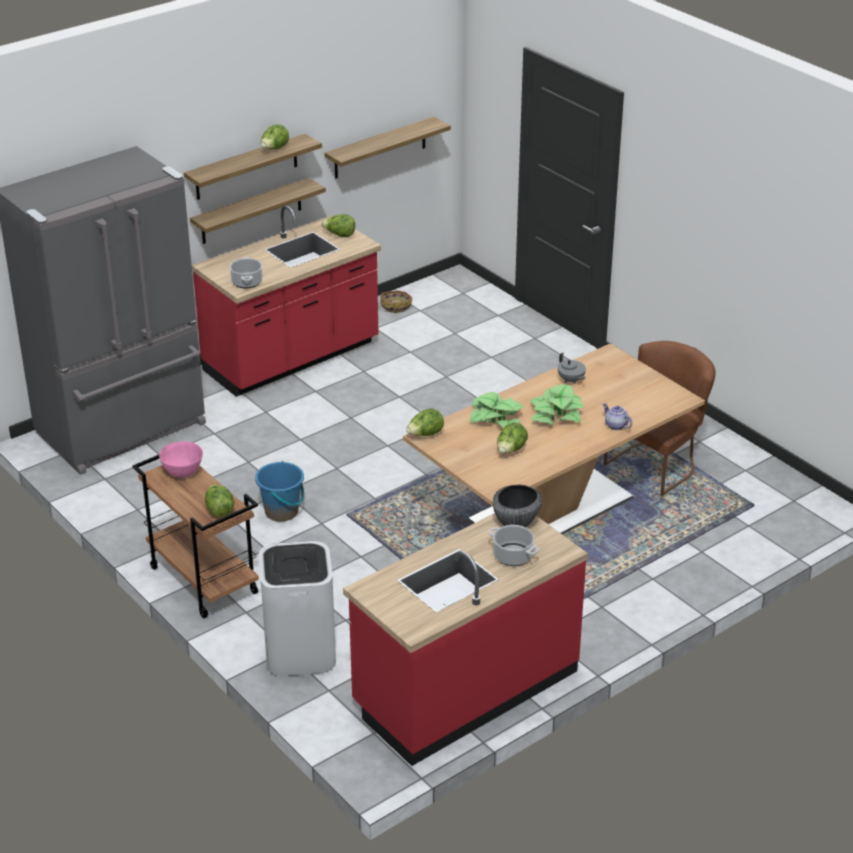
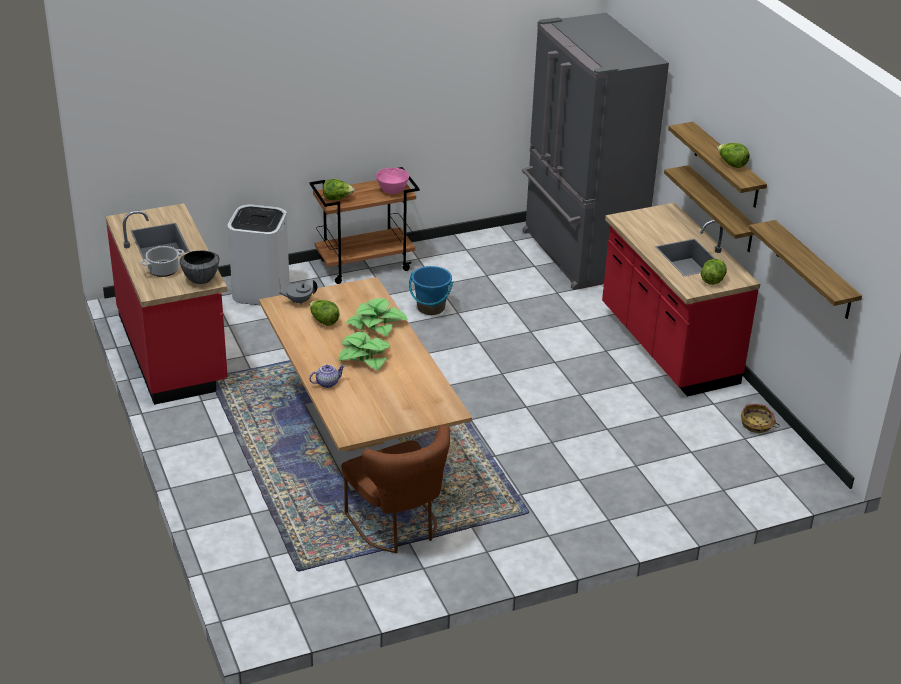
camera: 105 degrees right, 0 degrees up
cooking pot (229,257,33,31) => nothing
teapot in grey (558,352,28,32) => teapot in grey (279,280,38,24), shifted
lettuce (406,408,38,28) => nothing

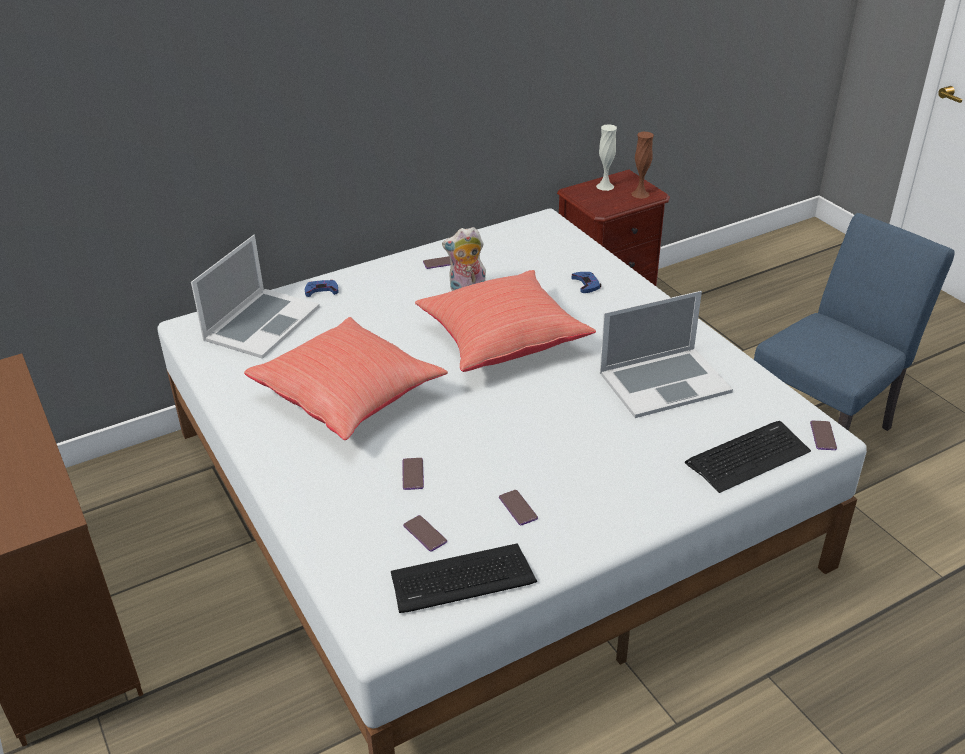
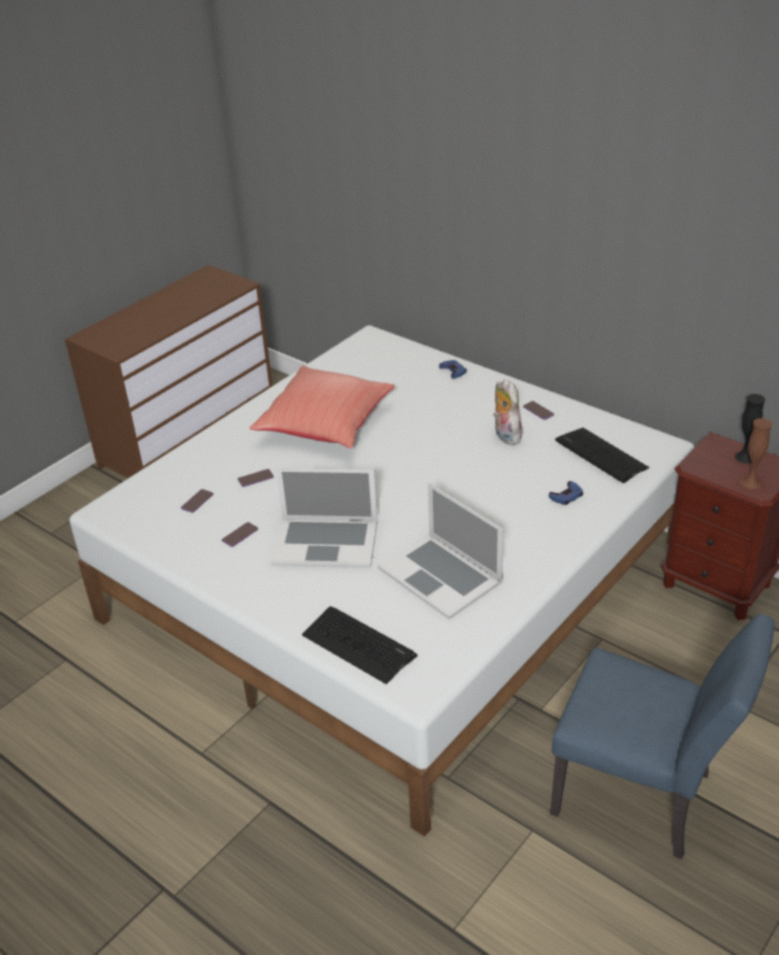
camera: 70 degrees right, 0 degrees up
vase in white (596,124,21,67) => vase in black (735,394,30,69)
laptop (191,235,129,124) => laptop (271,468,106,100), shifted
pillow in red (415,270,181,102) => nothing
phone (810,421,27,29) => nothing
keyboard (391,543,146,70) => keyboard (555,428,94,55), shifted

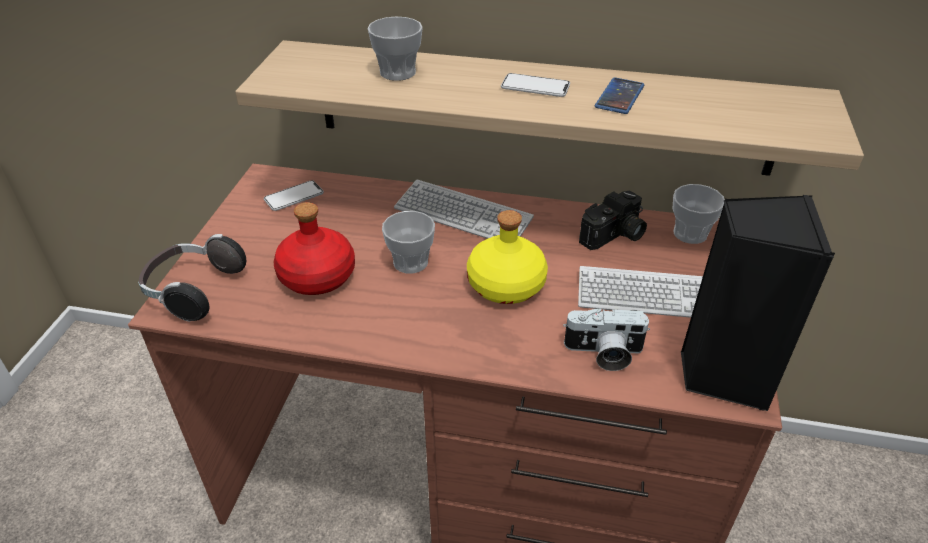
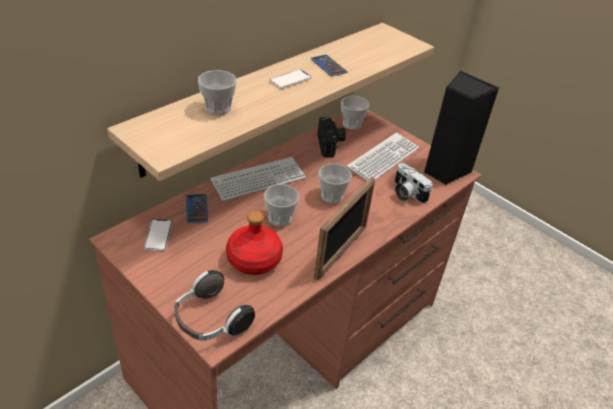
camera: 60 degrees left, 0 degrees up
bottle in yellow (467,210,81,94) => cup (318,164,34,40)
photo camera (563,308,87,63) => photo camera (395,163,38,41), 105 degrees clockwise
nothing => picture frame (314,177,61,103)
nothing => phone (186,194,22,29)

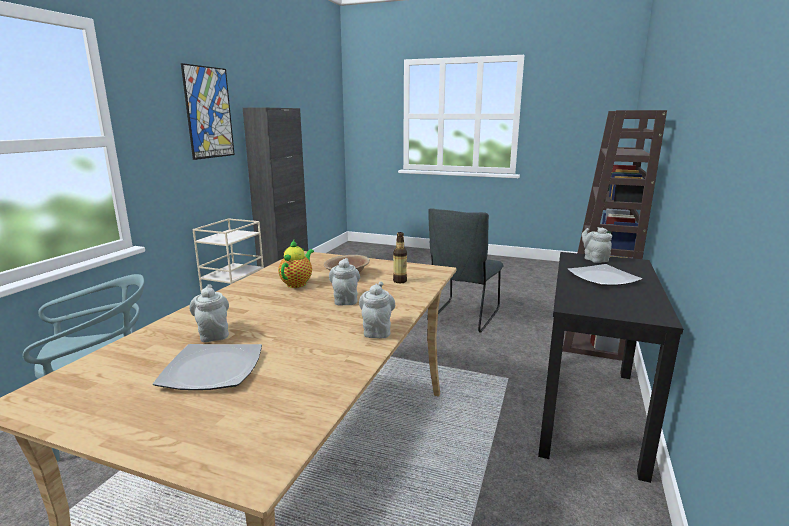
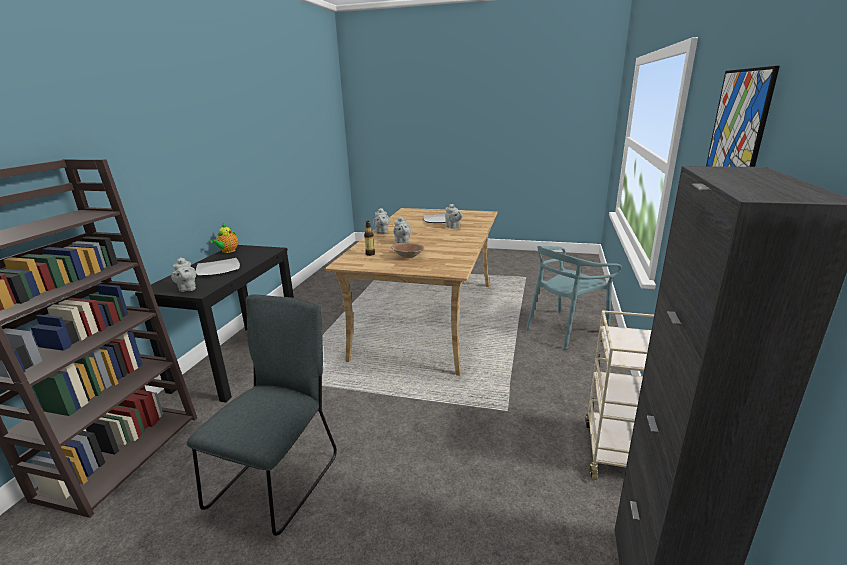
camera: 175 degrees right, 5 degrees up
teapot (278,240,36,48) => teapot (210,223,28,30), shifted

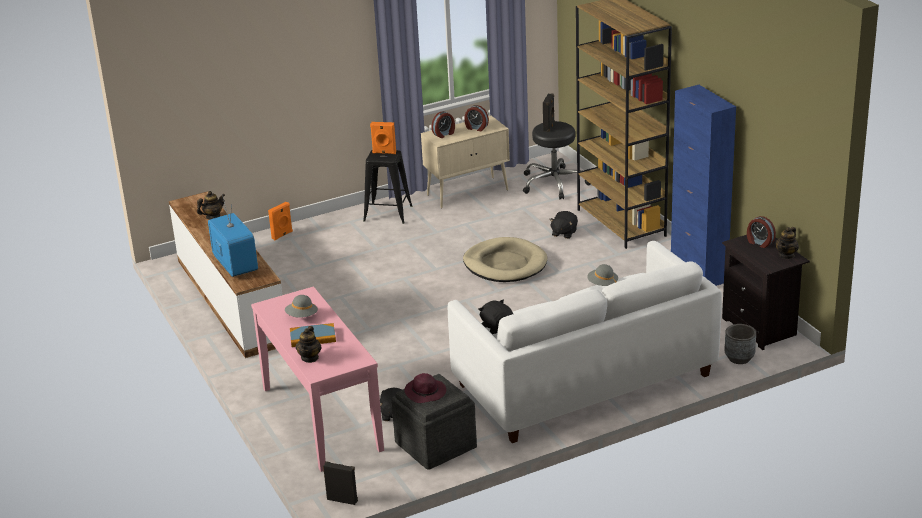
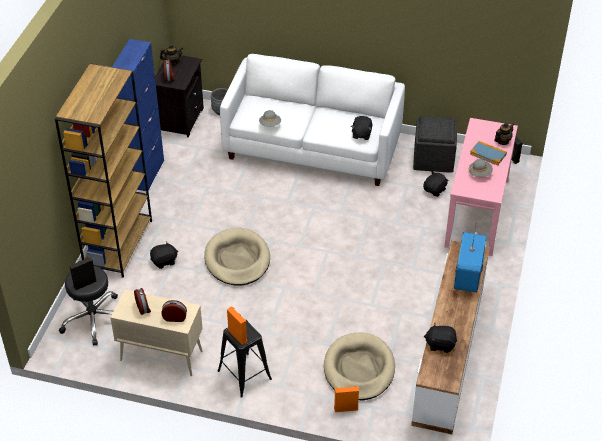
camera: 140 degrees left, 15 degrees up
teapot (197,191,28,29) => plush toy in black (424,322,33,31)
hat in purple (405,373,41,30) => nothing
nothing => dog bed in beige (324,333,71,67)

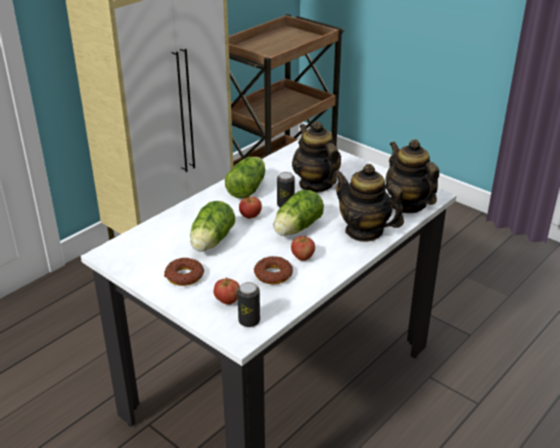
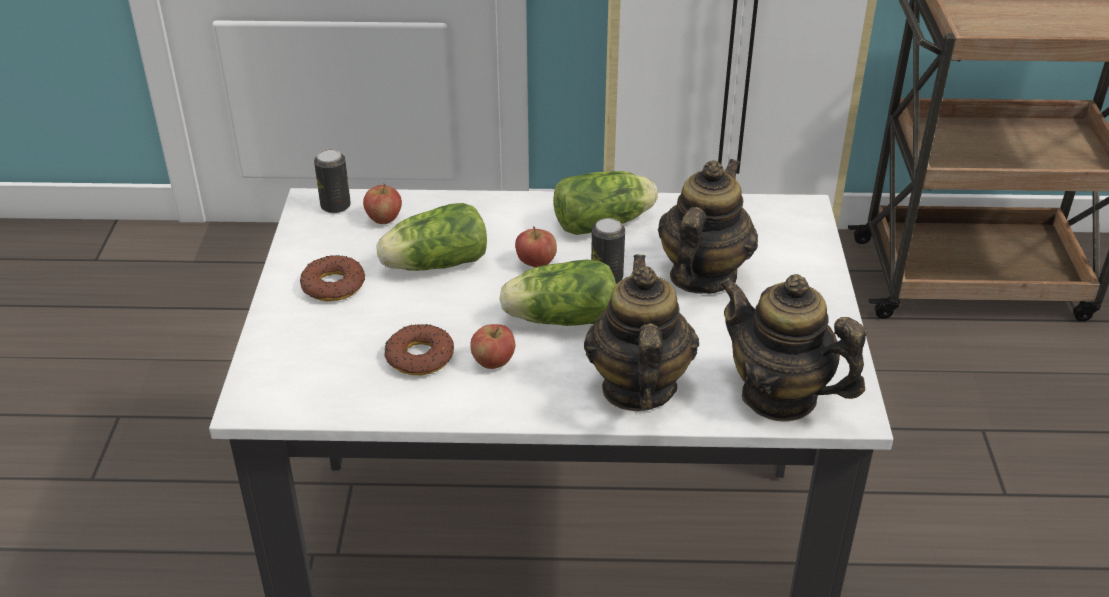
camera: 50 degrees right, 5 degrees up
teapot (385,139,54,74) => teapot (719,274,147,148), 75 degrees counterclockwise
apple (214,277,26,28) => apple (363,184,39,40), shifted
can (237,282,23,45) => can (314,149,37,64), shifted

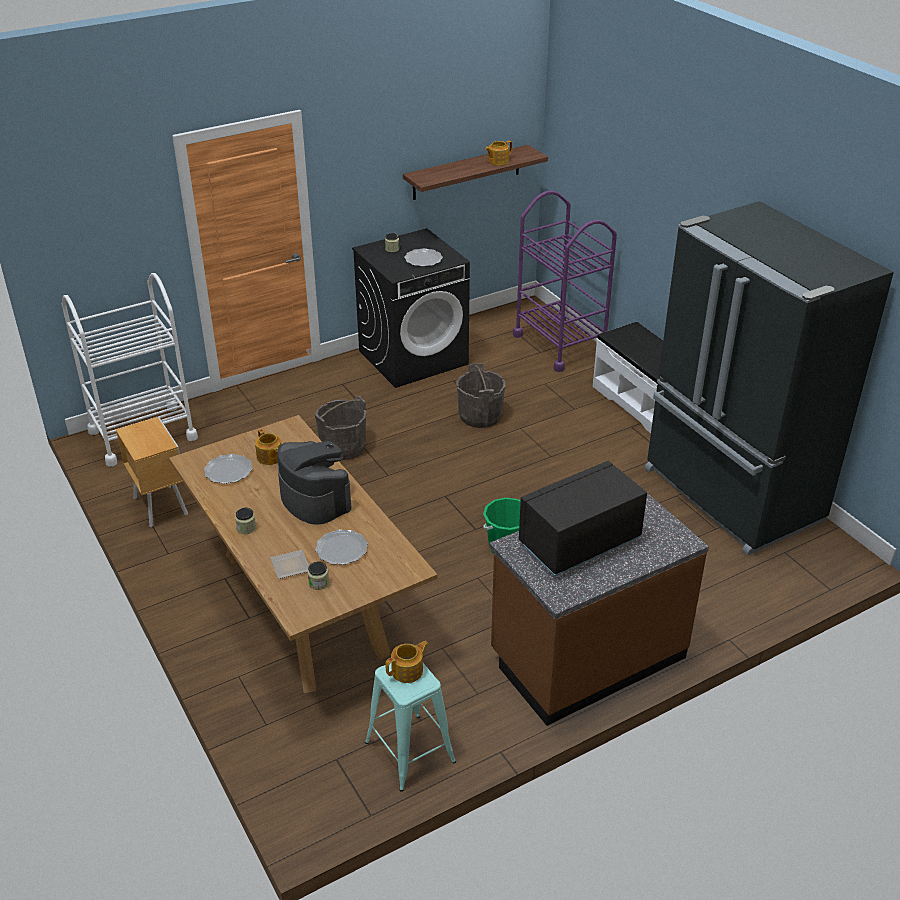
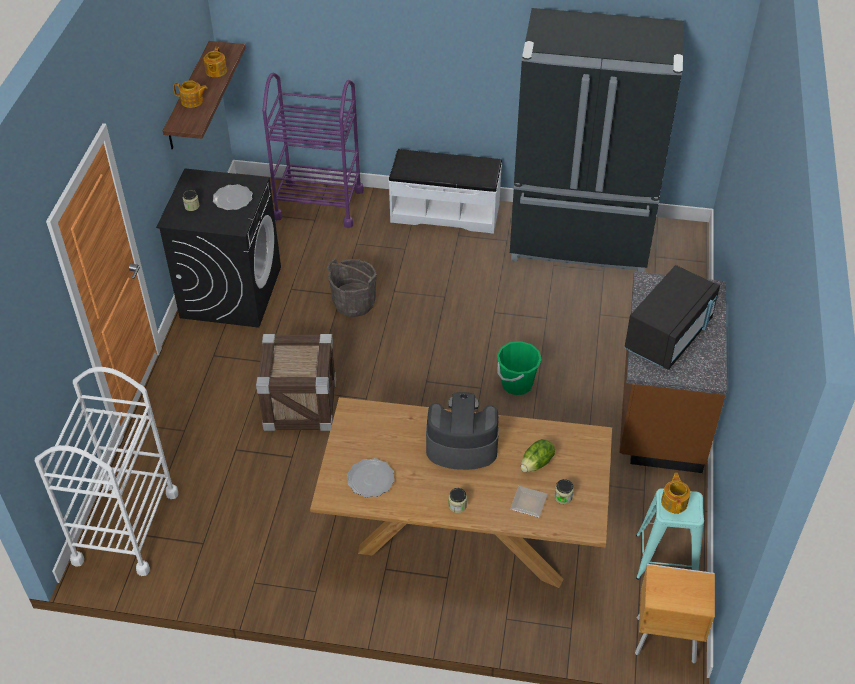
camera: 50 degrees left, 10 degrees up
bucket in grey (314,396,53,64) => crate (256,334,80,97)
nightstand in brown (116,417,72,111) => nightstand in brown (635,564,80,99), shifted
teapot (255,429,27,36) => teapot (173,80,34,28), shifted
microwave in black (519,461,128,115) => microwave in black (624,265,96,105), 150 degrees counterclockwise
plate (315,530,53,35) => lettuce (521,439,34,33)

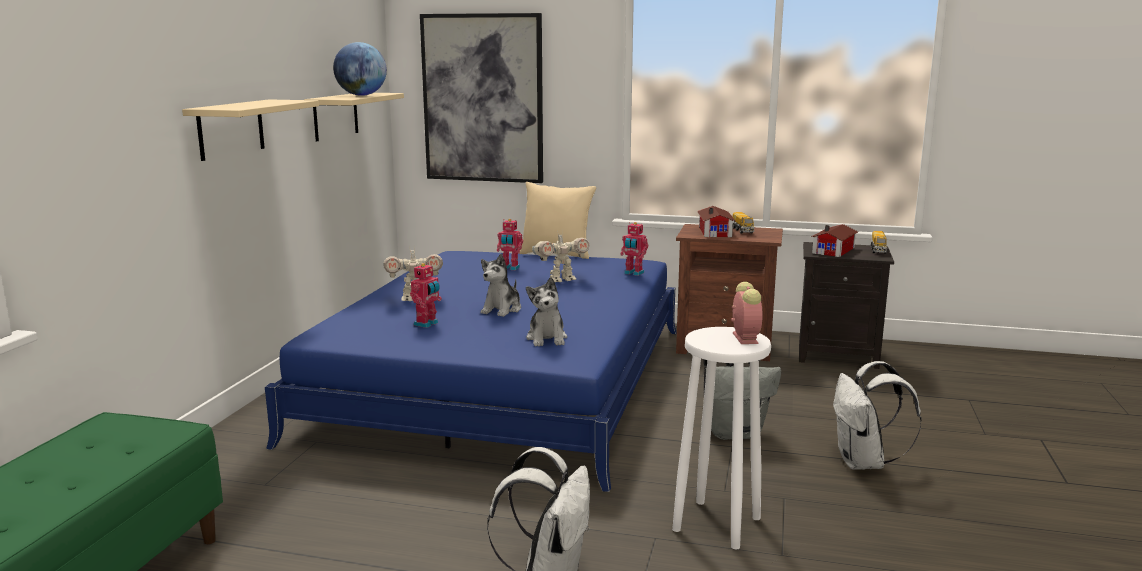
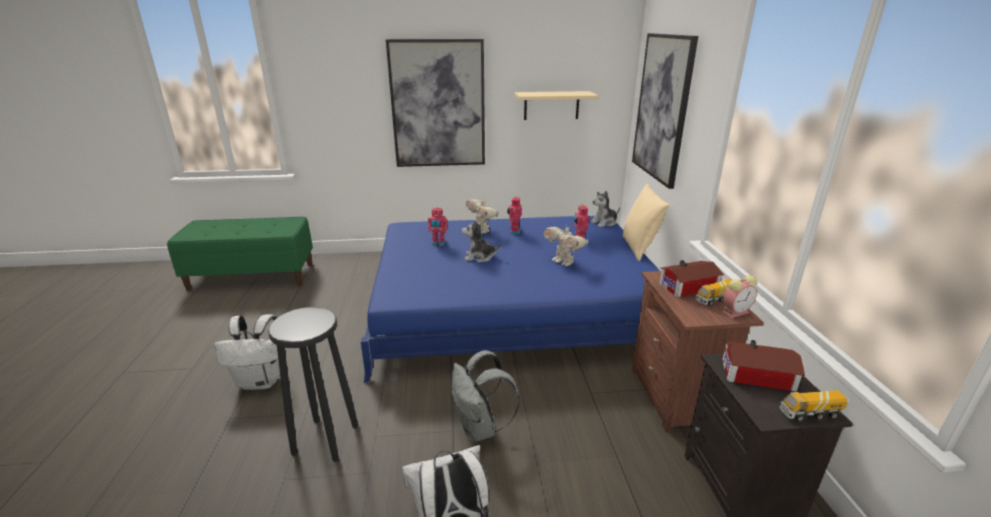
camera: 70 degrees right, 10 degrees up
globe (333,42,54,54) => nothing
shelf in beige (182,99,137,62) => picture (386,39,99,128)
toy robot (620,222,28,54) => toy robot (507,197,15,37), shifted
plush toy (526,277,41,69) => plush toy (590,191,30,36), shifted
alarm clock (731,282,32,62) => alarm clock (722,276,35,42), shifted
stool in white (672,327,99,222) => stool in black (268,307,90,155)

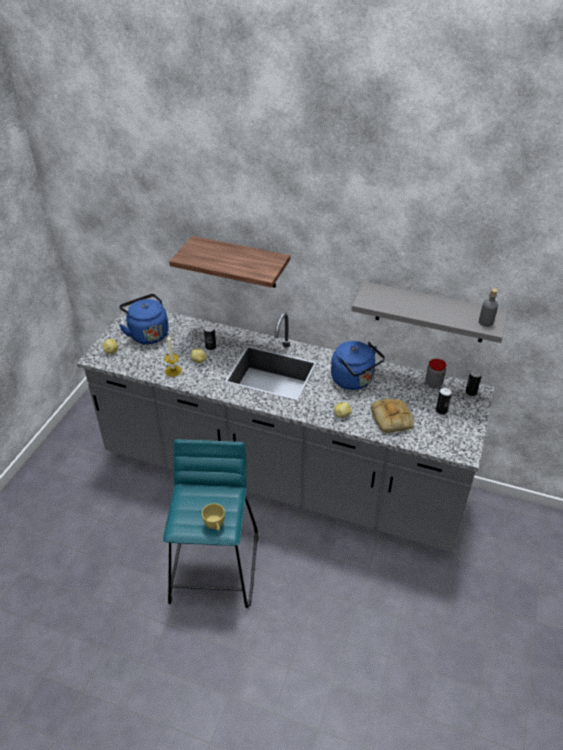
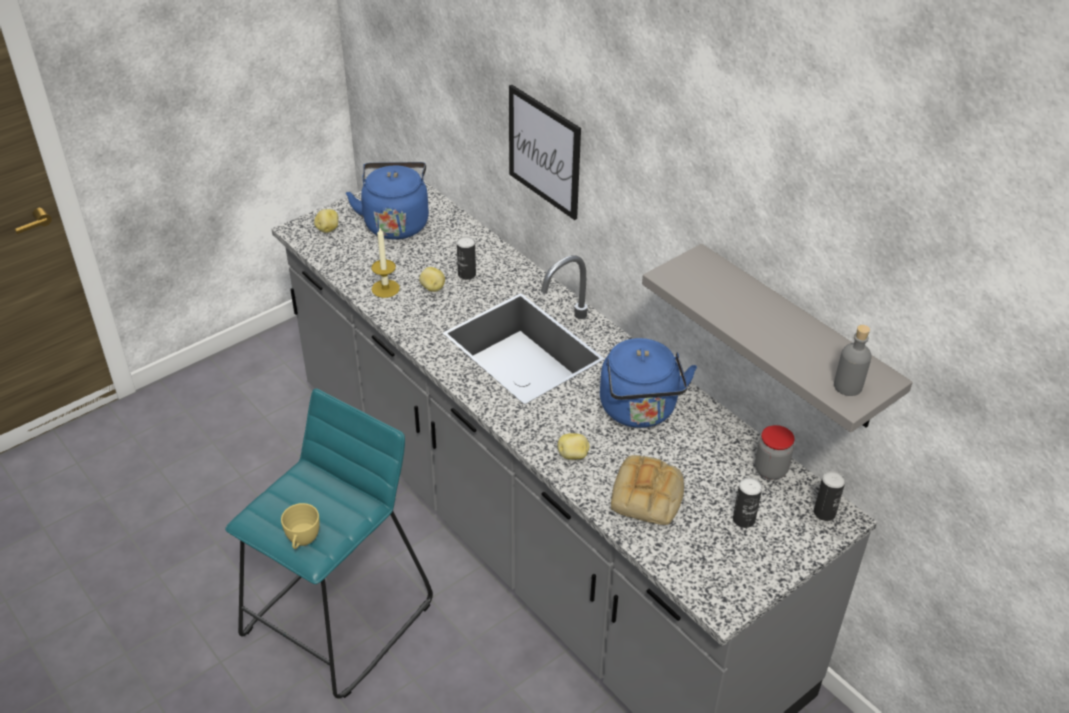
camera: 30 degrees right, 0 degrees up
shelf (169,236,121,52) => picture (509,85,72,135)

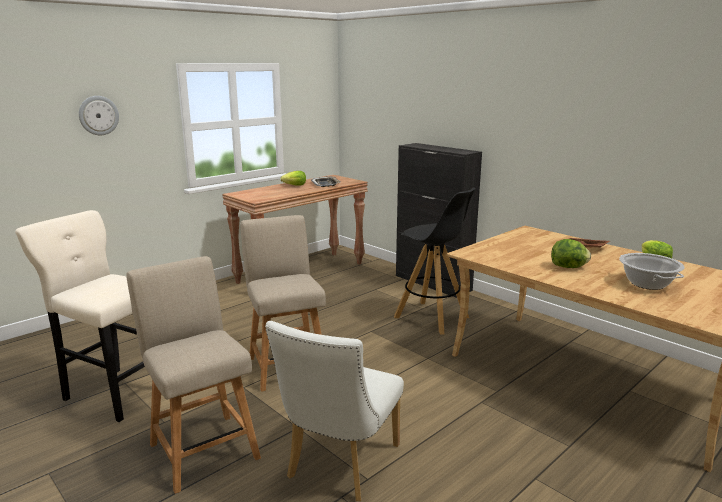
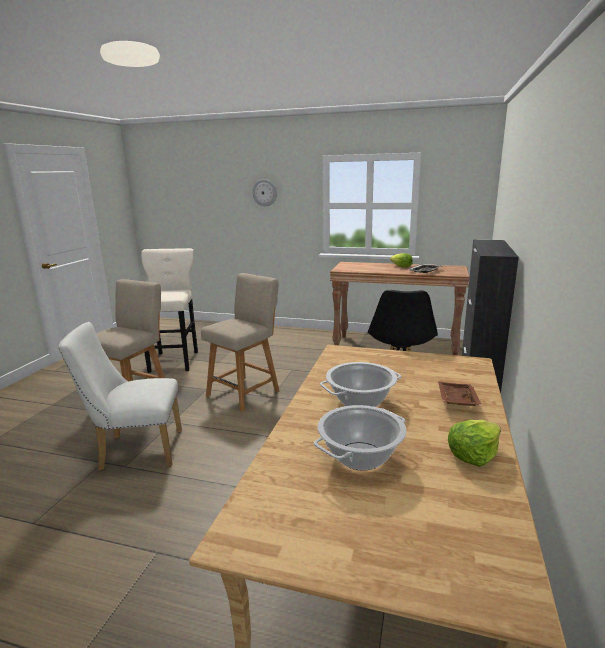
camera: 60 degrees right, 0 degrees up
lettuce (551,239,40,29) => cooking pot (320,362,81,45)

